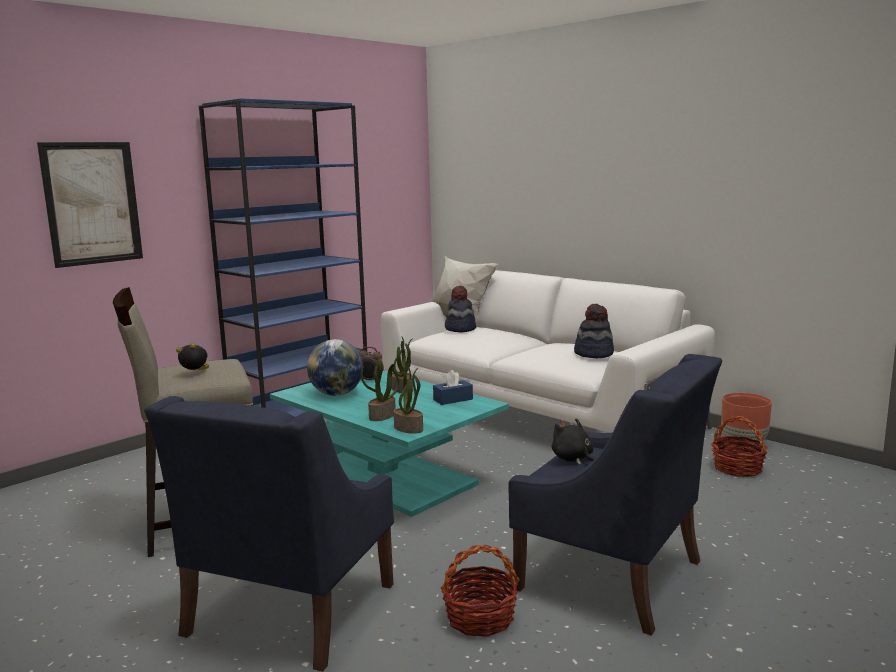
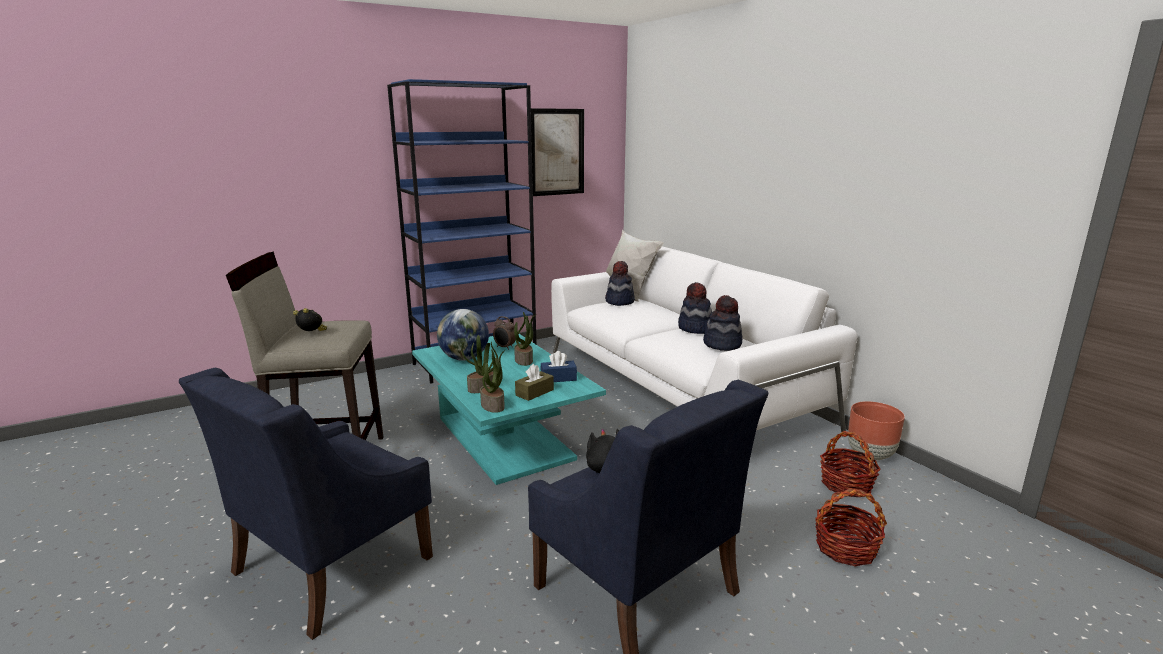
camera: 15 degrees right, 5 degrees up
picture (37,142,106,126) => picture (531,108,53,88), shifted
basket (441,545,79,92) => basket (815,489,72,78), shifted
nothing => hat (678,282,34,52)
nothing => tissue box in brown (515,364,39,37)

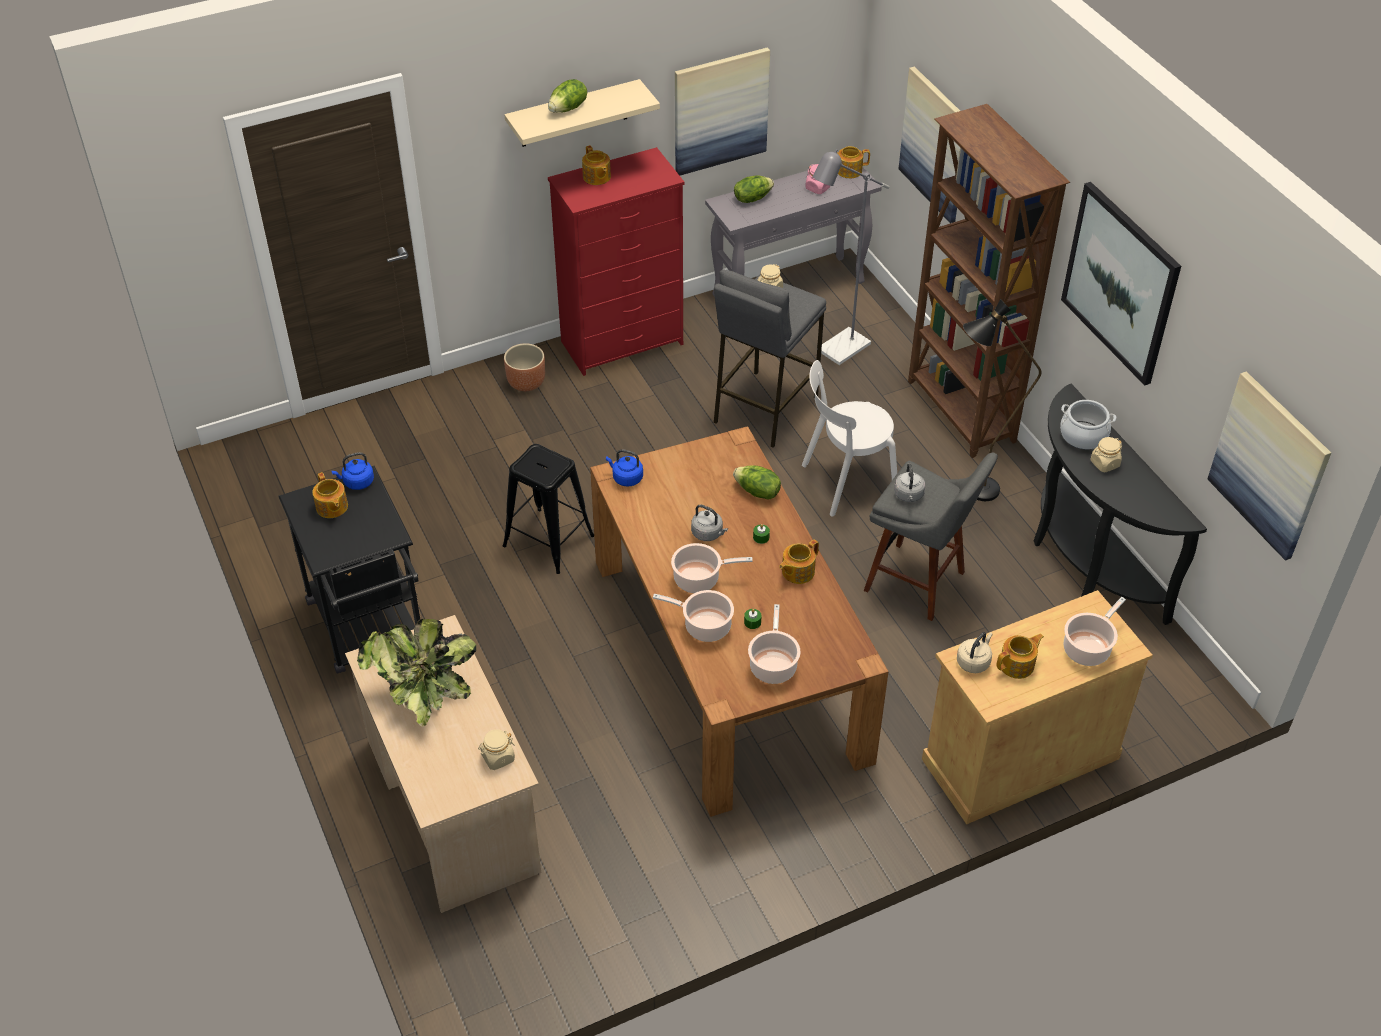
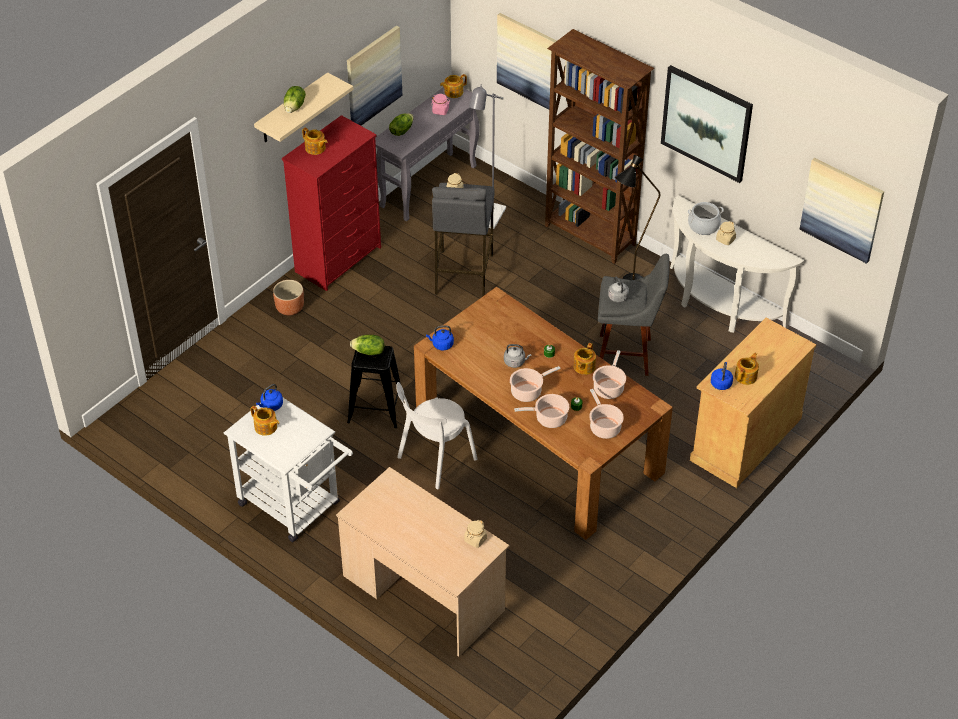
camera: 25 degrees left, 0 degrees up
chair in white (802,360,95,156) => chair in white (396,382,82,107), shifted
console table in black (1033,384,174,241) => console table in white (670,195,134,138)
cart in black (278,466,143,208) => cart in white (224,398,129,144)
lettuce (733,466,48,34) => lettuce (350,335,34,20), shifted
cooking pot (1064,597,62,69) => cooking pot (593,350,33,49), shifted
potted plant (357,619,119,108) => nothing
kettle in beige (957,632,36,41) => kettle in blue (711,362,22,28)

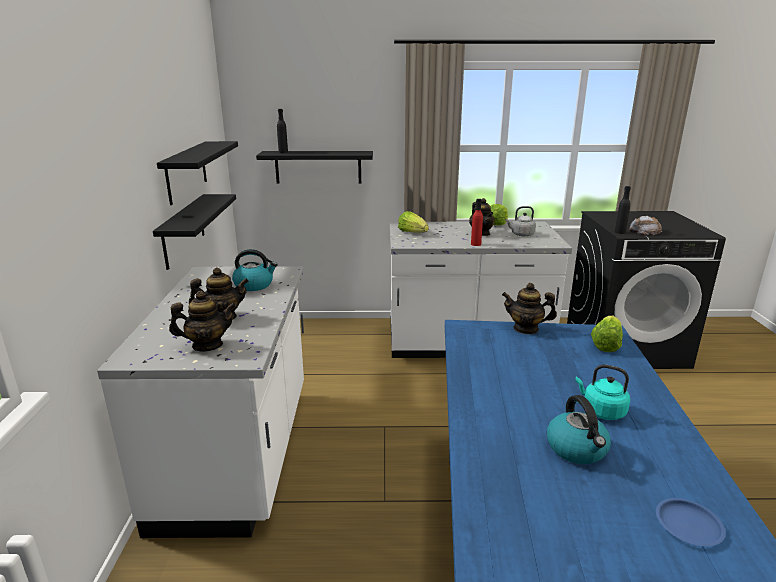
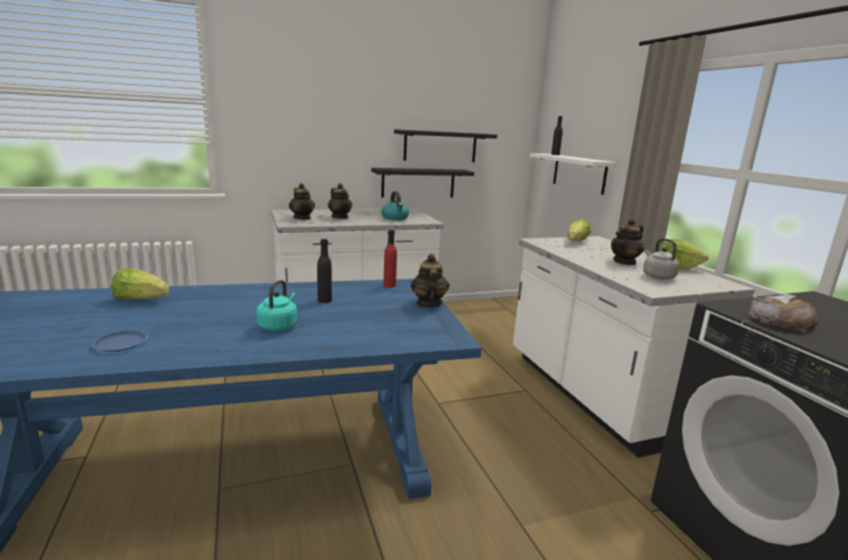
camera: 70 degrees right, 5 degrees down
shelf in black (256,151,117,33) => shelf in white (530,153,87,42)
bottle in black (615,186,16,48) => bottle in black (317,239,15,64), shifted
bottle in red (471,199,12,47) => bottle in red (383,230,14,58), shifted
lettuce (591,316,32,36) => lettuce (111,268,58,32), shifted
kettle (547,395,64,69) => nothing

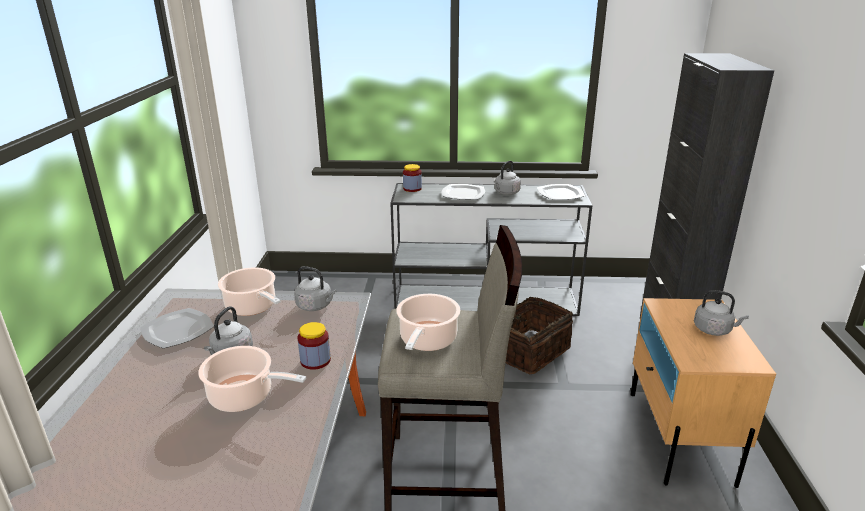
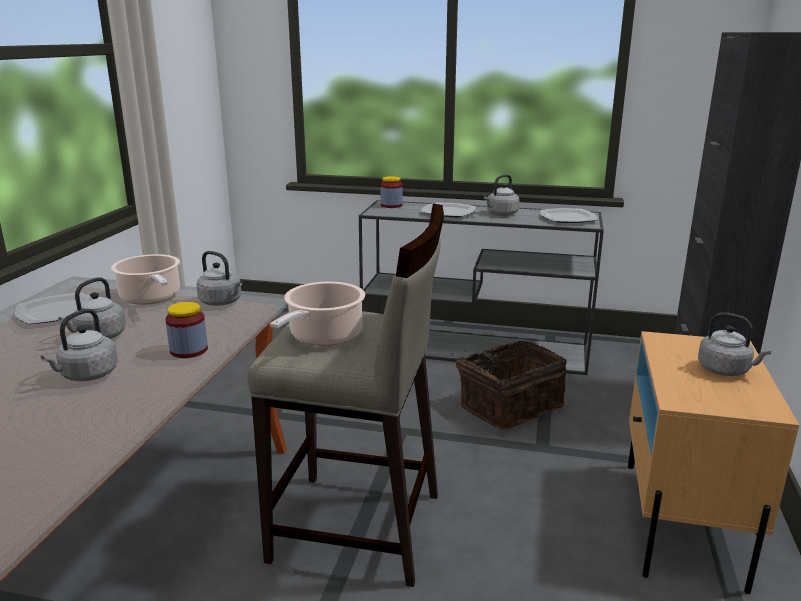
camera: 10 degrees right, 5 degrees down
cooking pot (198,346,109,66) => kettle in grey (41,309,77,72)

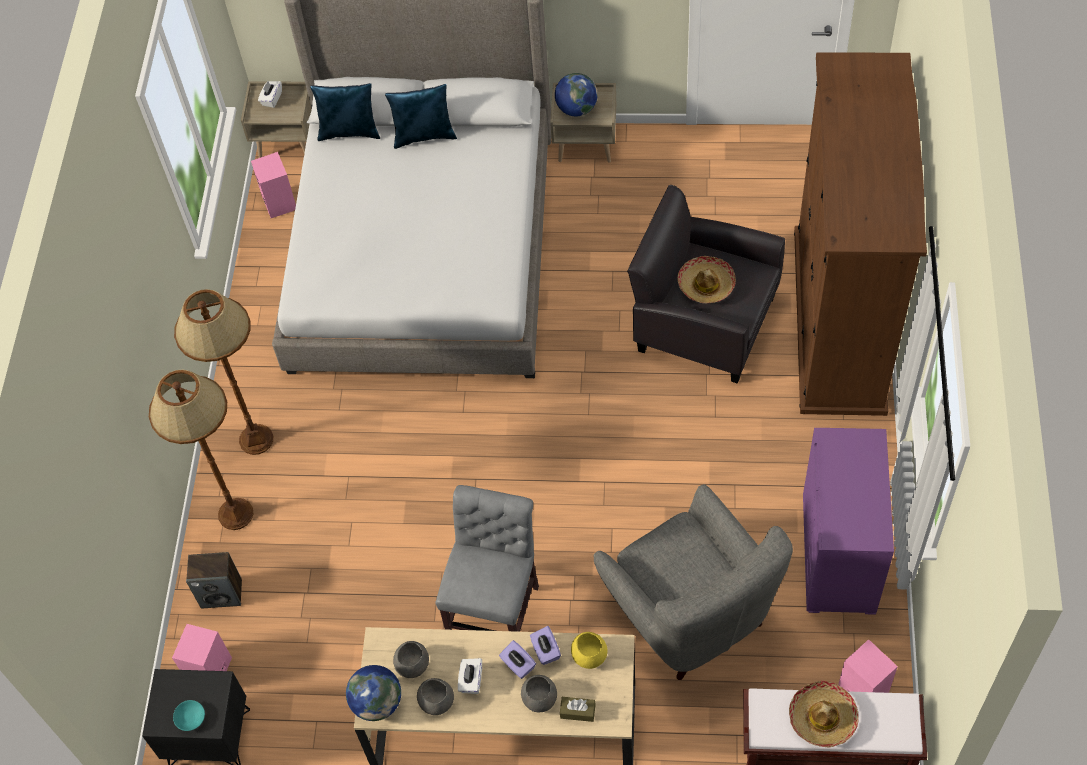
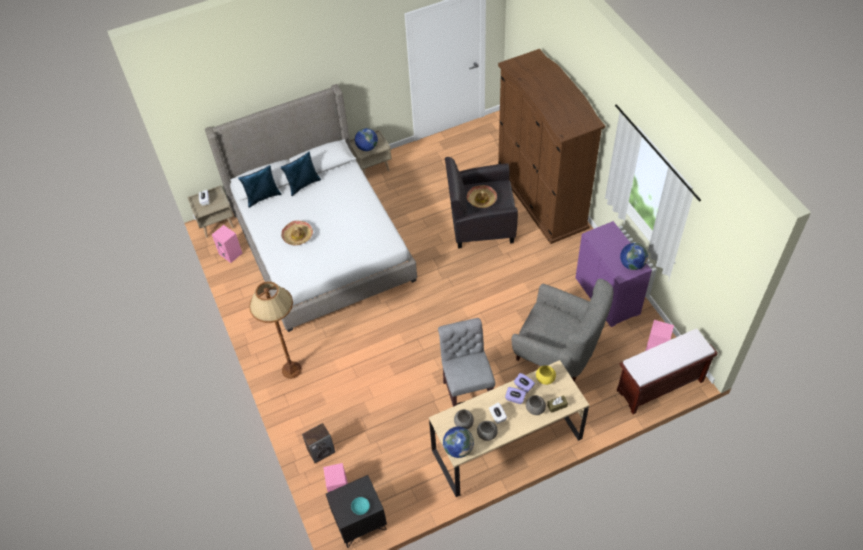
camera: 30 degrees left, 5 degrees down
floor lamp in brown (149,370,104,160) => nothing
hat (789,681,70,67) => hat (281,221,32,24), shifted
nothing => globe (620,243,28,27)

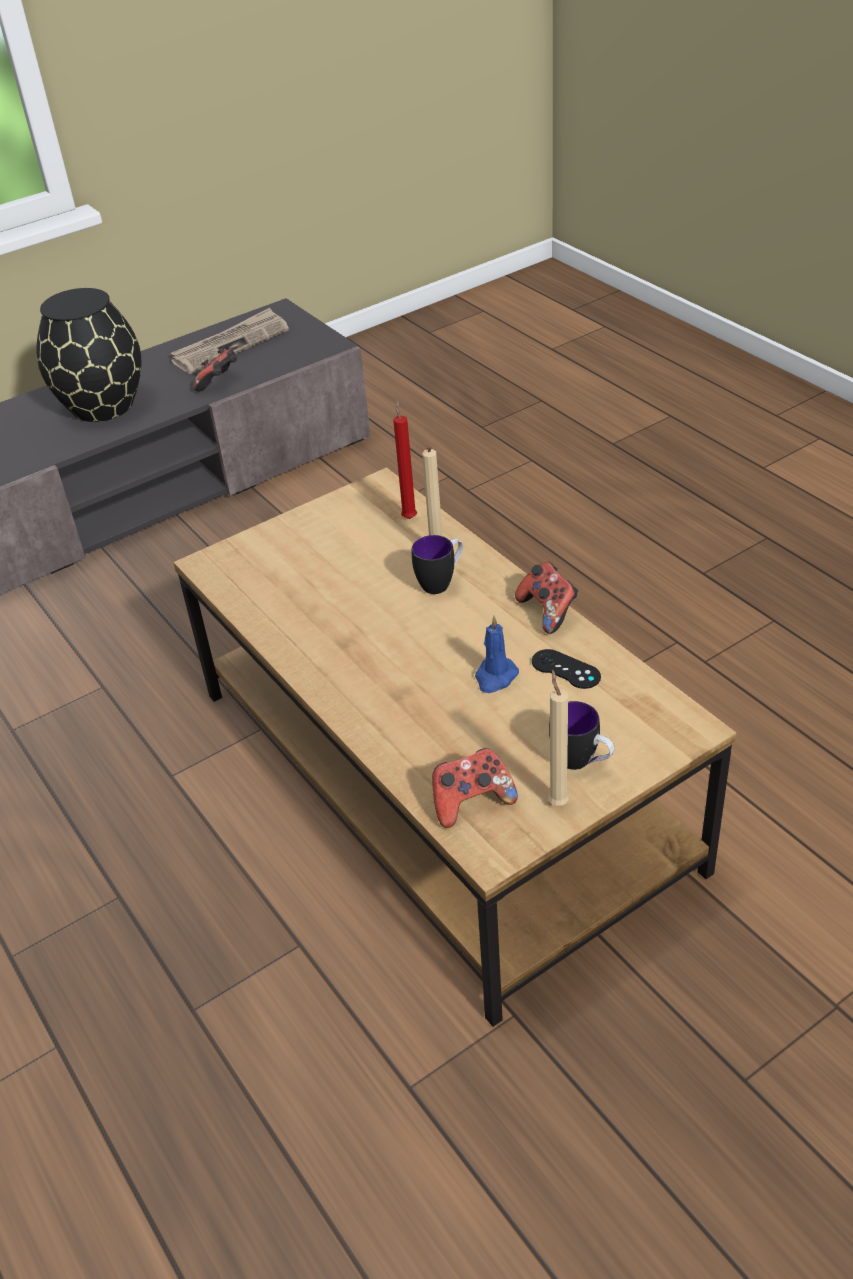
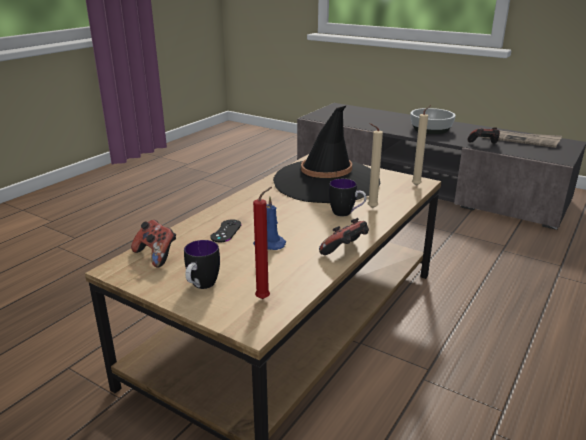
camera: 65 degrees right, 15 degrees down
vase in black (37,288,105,134) => bowl (410,108,46,26)
candle in red (393,400,24,119) => candle in red (253,187,19,112), shifted
game controller in black (532,649,69,40) => game controller in black (210,219,32,23), shifted
candle in beige (548,669,21,137) => candle in beige (412,105,19,81), shifted
nothing => hat in black (273,106,107,97)

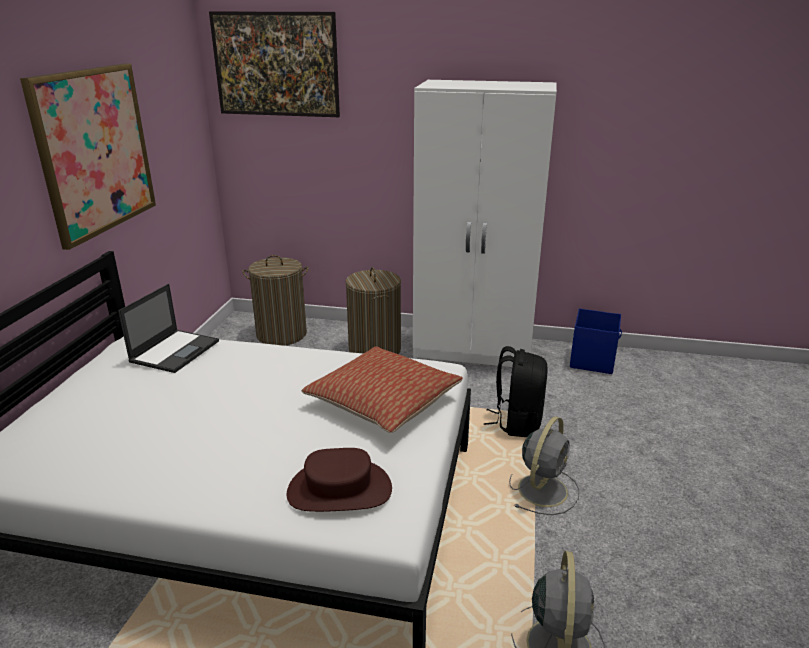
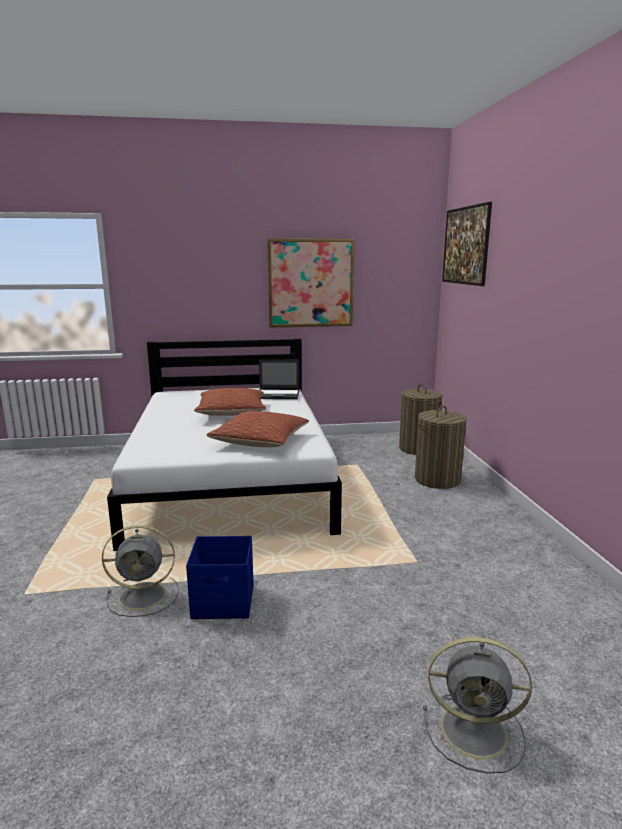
camera: 70 degrees right, 10 degrees down
wardrobe in white (413,80,144,287) => nothing
storage box in blue (570,309,52,65) => storage box in blue (186,536,68,83), shifted
backpack in black (484,346,63,91) => nothing
fan in grey (509,416,70,99) => fan in grey (423,637,109,137), shifted
hat in brown (287,448,105,64) => nothing
nothing => pillow (194,388,72,28)

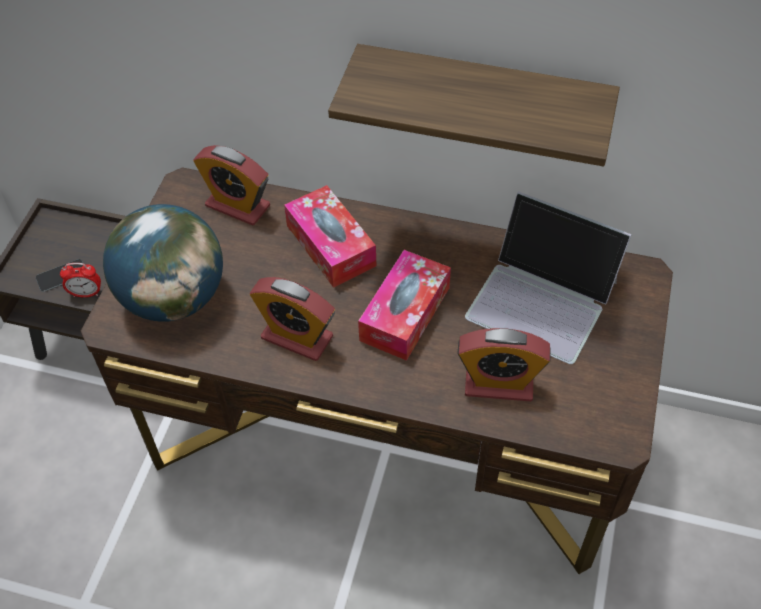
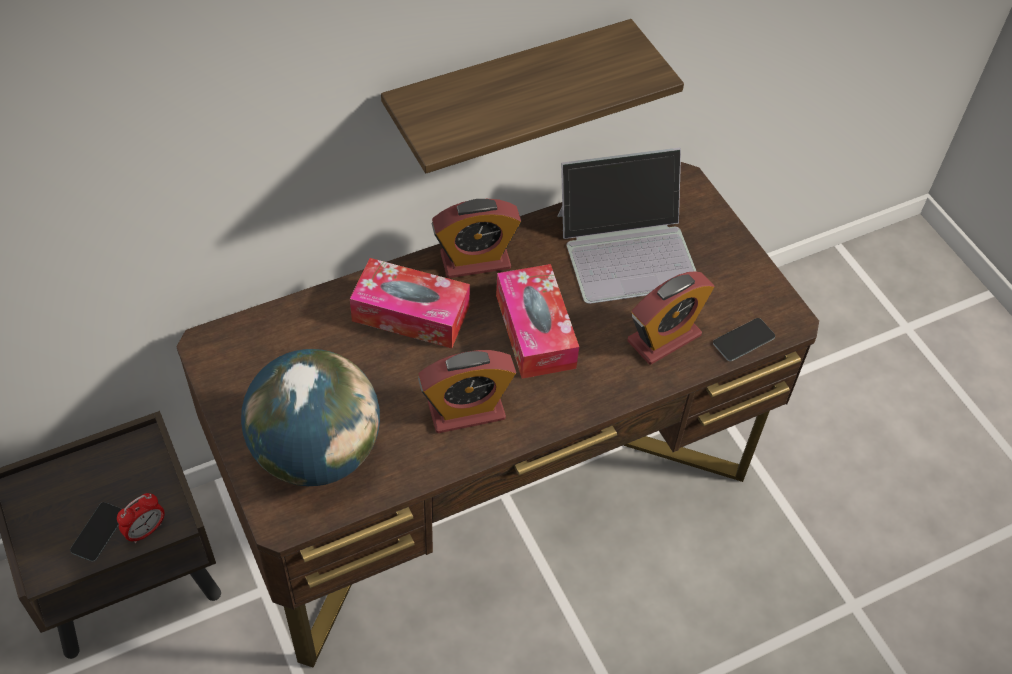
camera: 45 degrees left, 0 degrees up
alarm clock (193,145,77,80) => alarm clock (432,199,89,79), shifted
nothing => phone (713,318,62,43)

